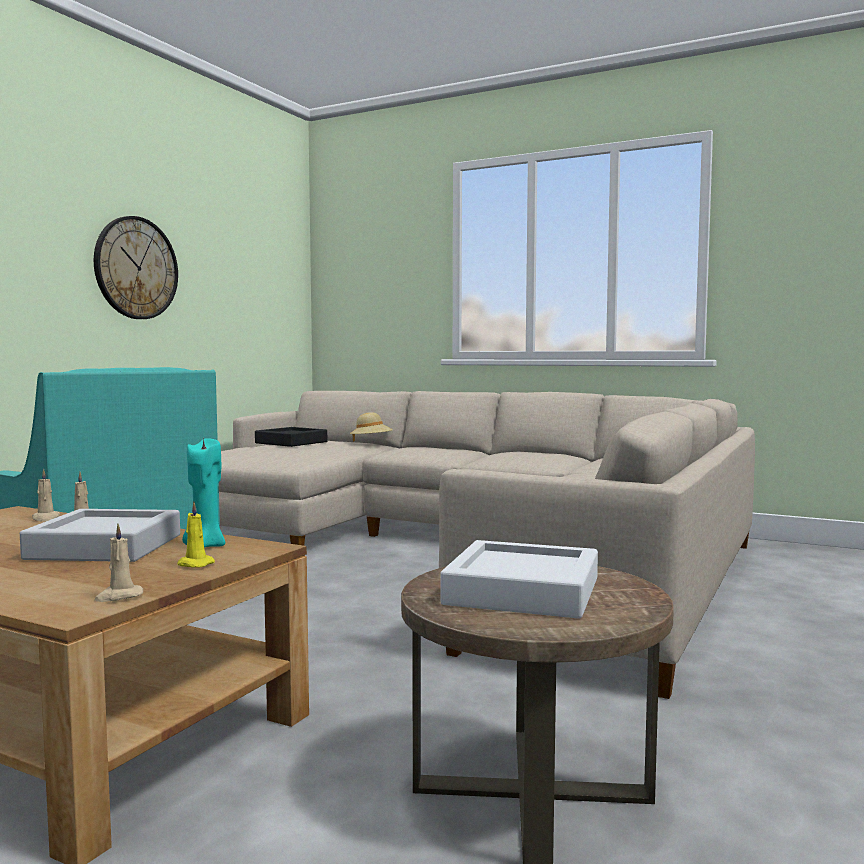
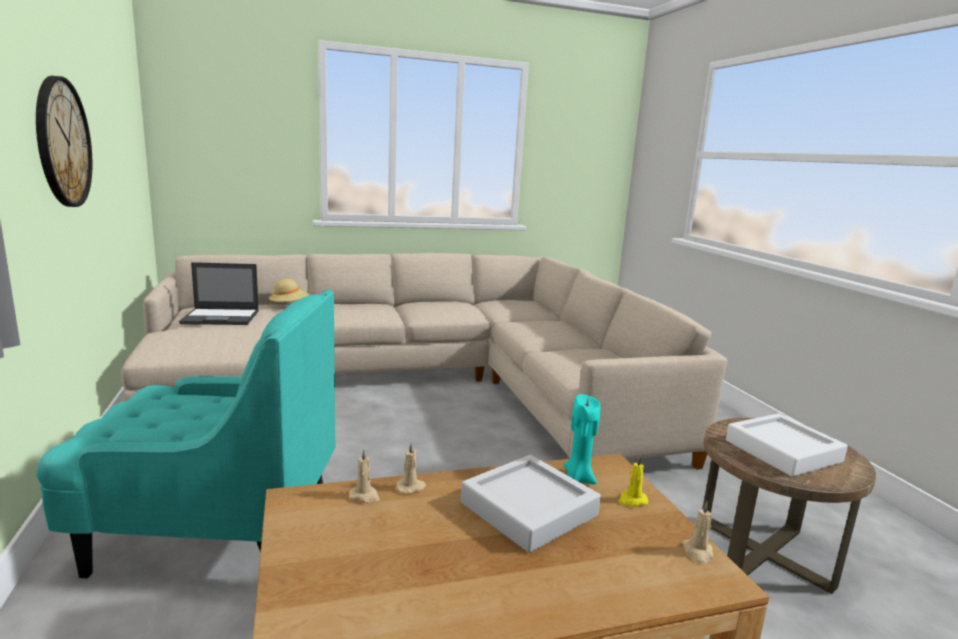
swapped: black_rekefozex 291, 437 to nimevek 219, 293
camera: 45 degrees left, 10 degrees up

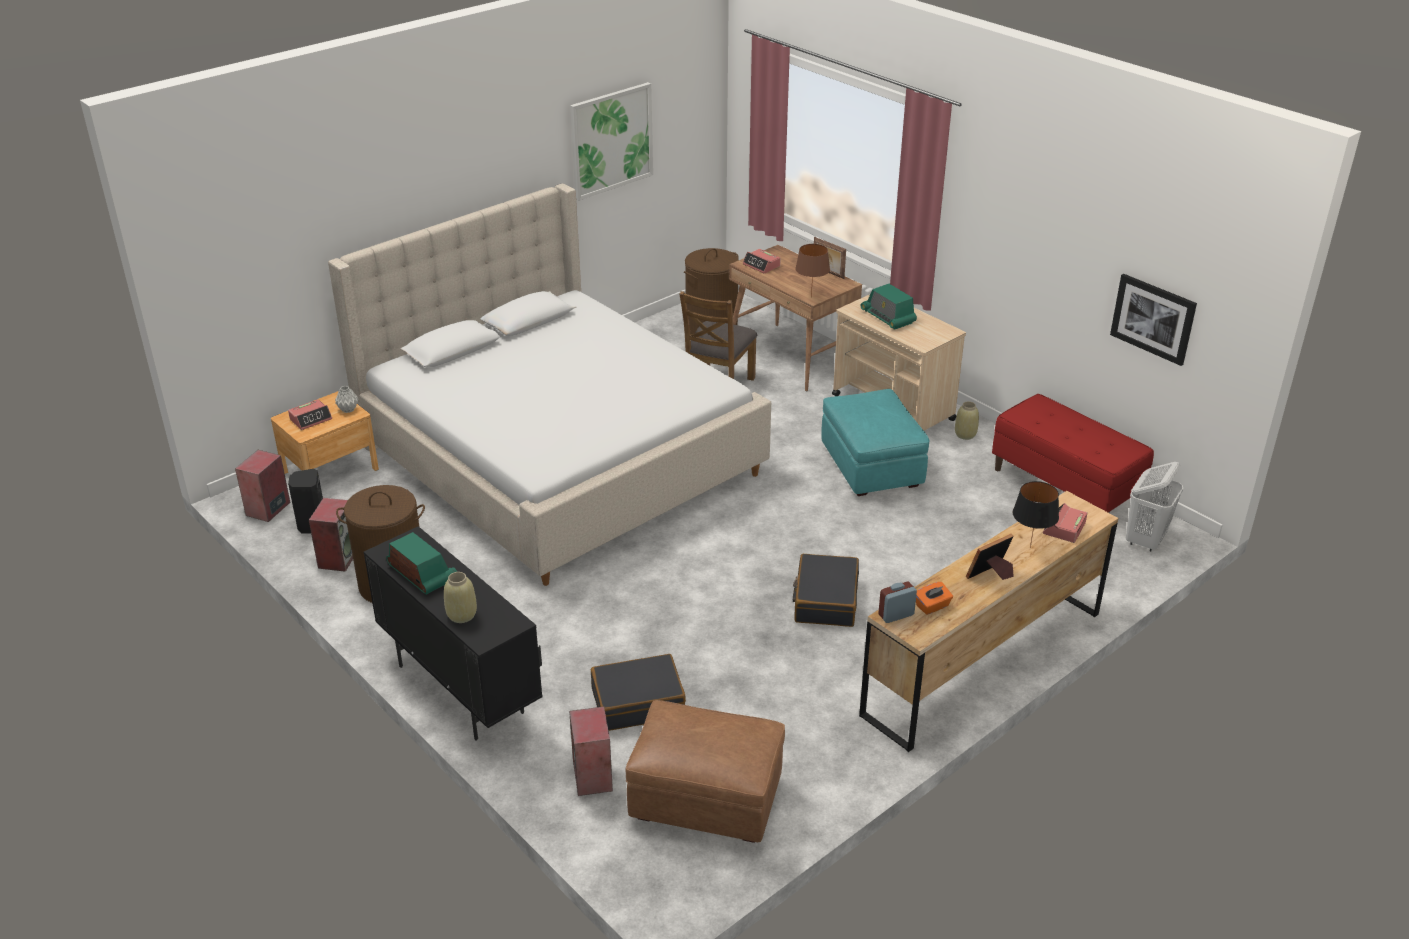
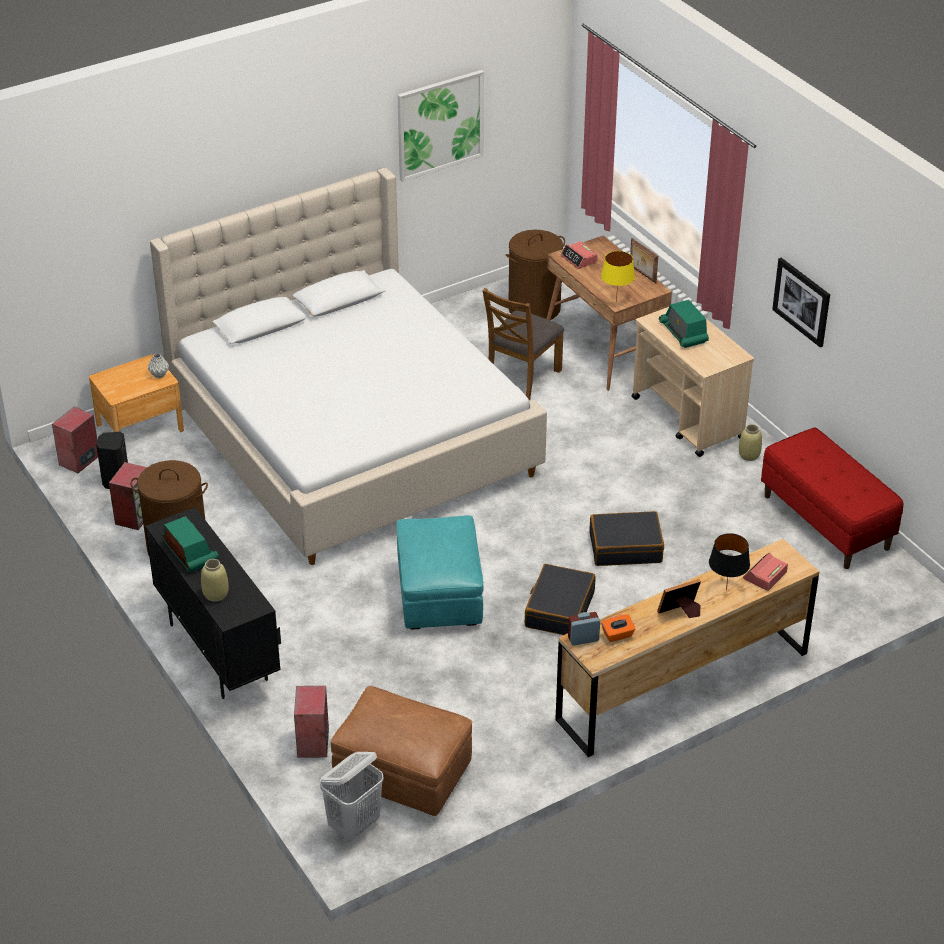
gone: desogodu 310, 414
shifted: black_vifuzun 638, 692 to 626, 538; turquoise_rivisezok 875, 442 to 439, 572; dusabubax 1153, 320 to 801, 302; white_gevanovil 1154, 506 to 352, 796
repainted: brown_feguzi 812, 270 to yellow_feguzi 618, 276
camera: 10 degrees right, 5 degrees up

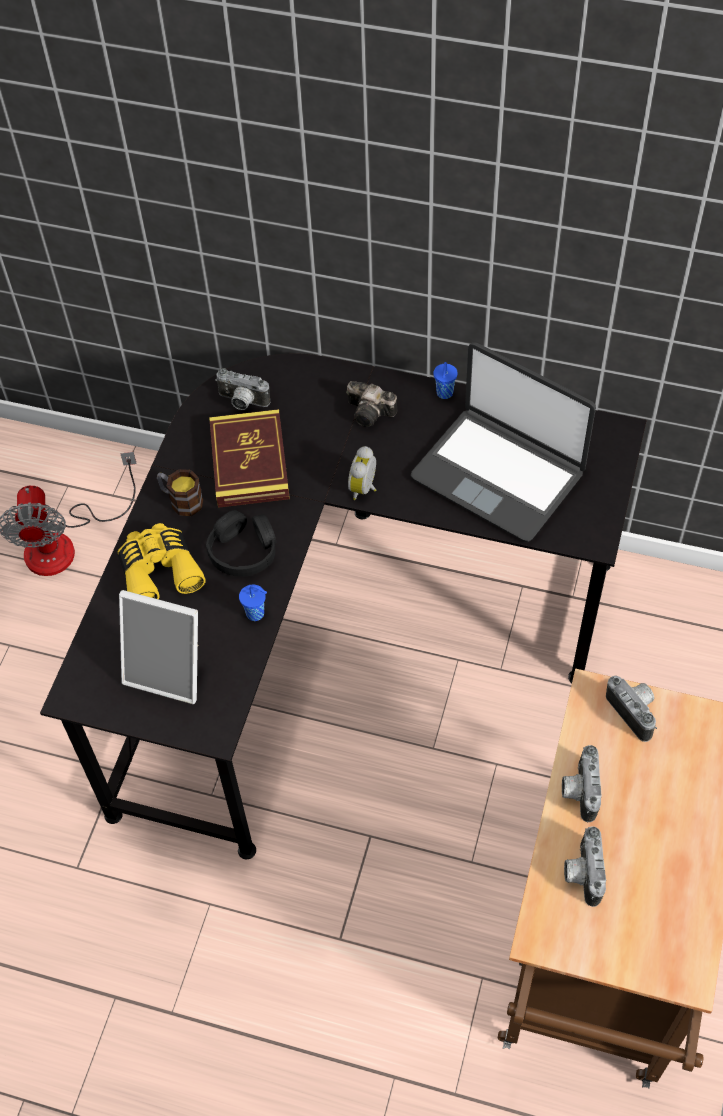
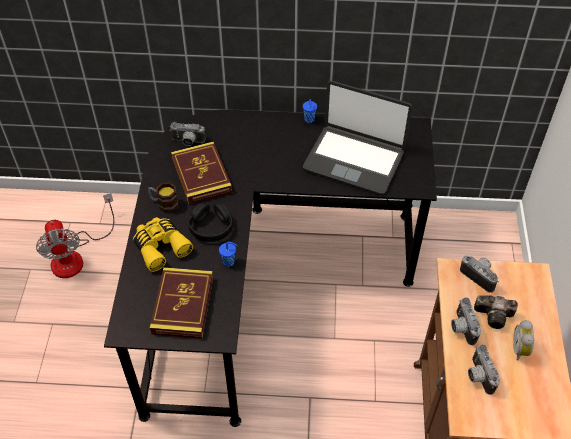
shifted: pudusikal 371, 404 to 496, 312; desogodu 362, 473 to 523, 340
swapped: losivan 158, 647 to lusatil 181, 303
camera: 15 degrees left, 5 degrees down

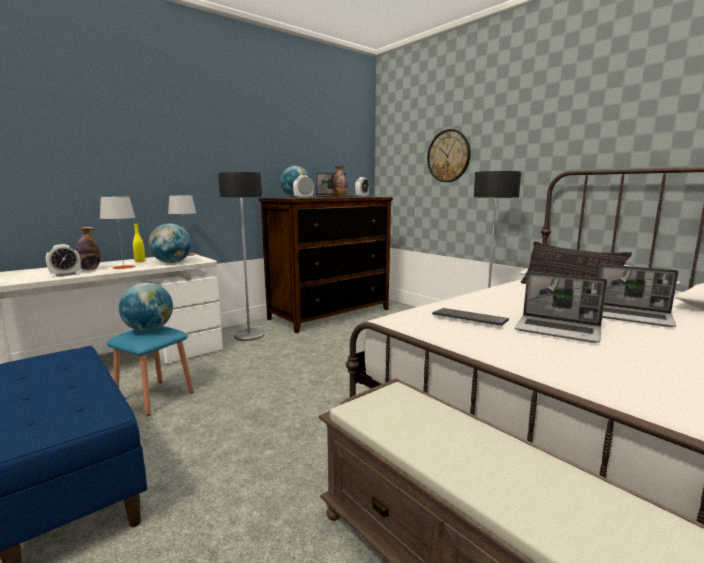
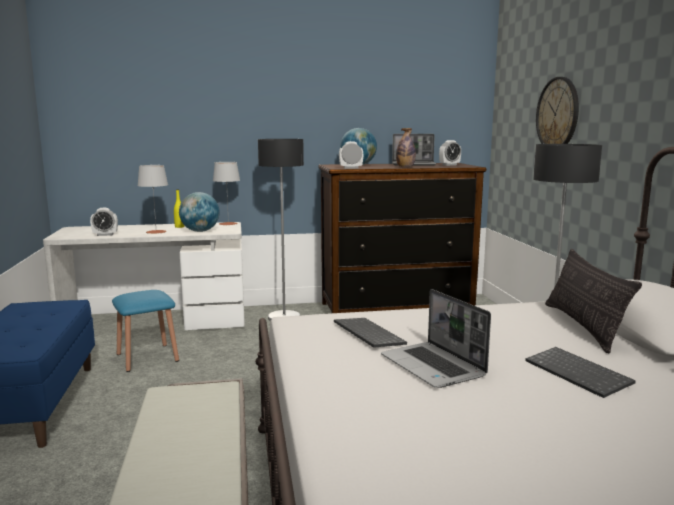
gone: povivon 87, 248; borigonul 146, 307
swapped: nimevek 638, 295 to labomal 581, 372
camera: 30 degrees right, 0 degrees up

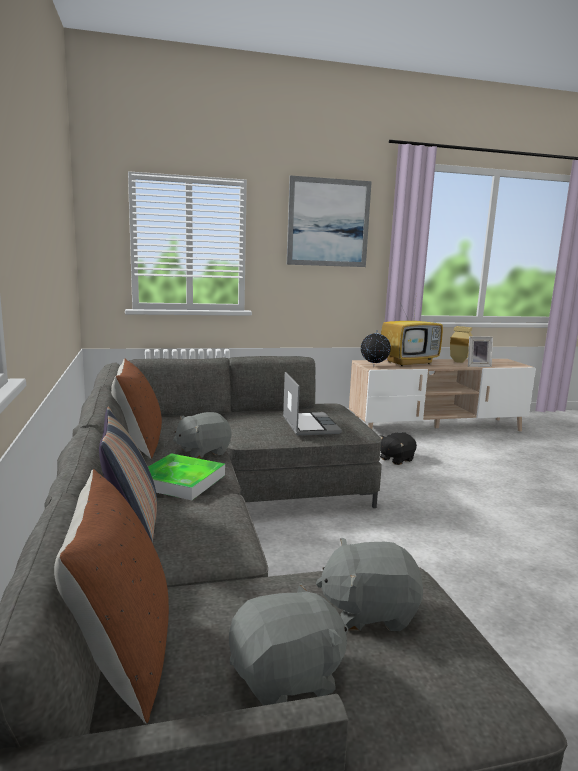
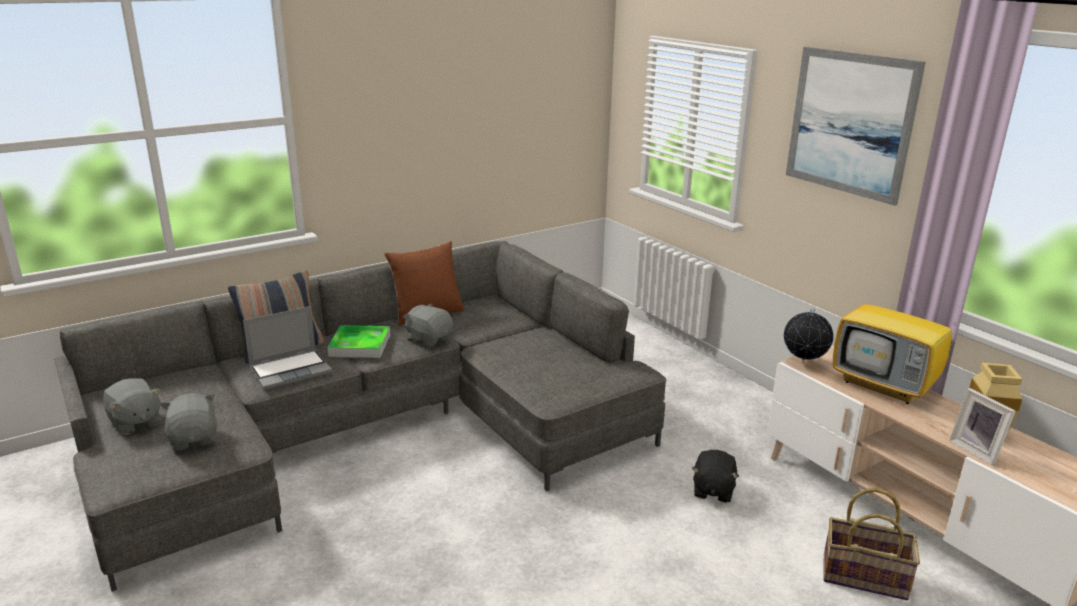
gone: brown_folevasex 111, 596
new: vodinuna 871, 544
shifted: nimevek 312, 403 to 287, 348
rotated: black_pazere 398, 448 = 715, 476 105 degrees counterclockwise
camera: 70 degrees right, 10 degrees up

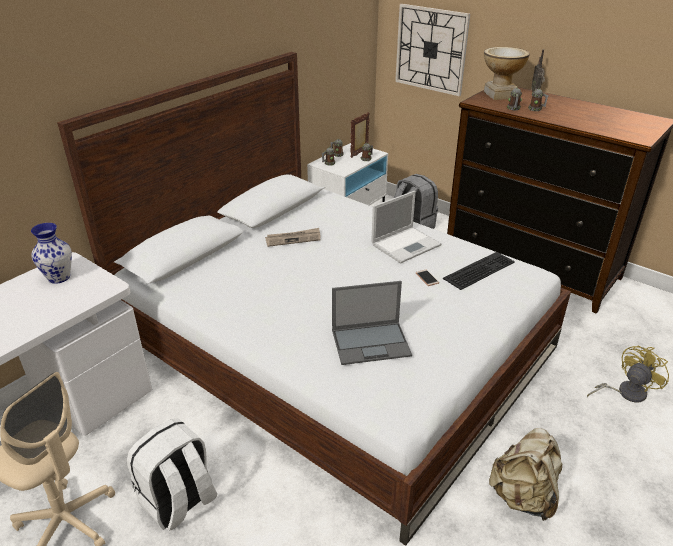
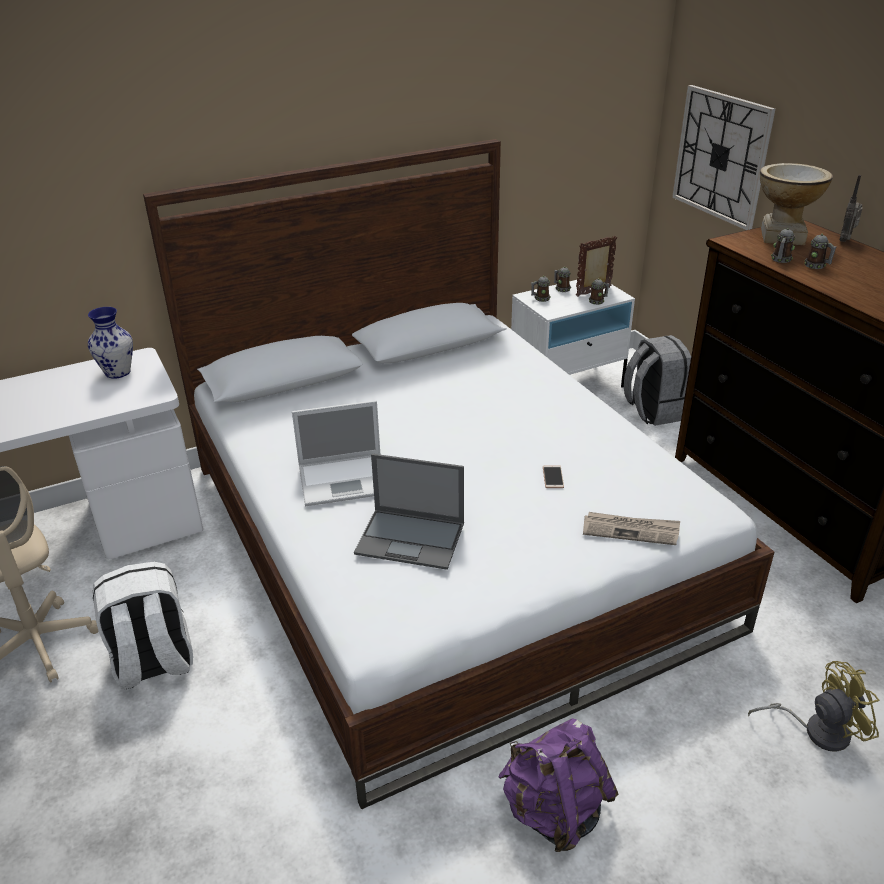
gone: labomal 479, 271
shifted: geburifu 292, 237 to 631, 528; nimevek 406, 227 to 336, 453
repainted: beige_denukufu 525, 474 to purple_denukufu 558, 785
camera: 25 degrees right, 0 degrees up

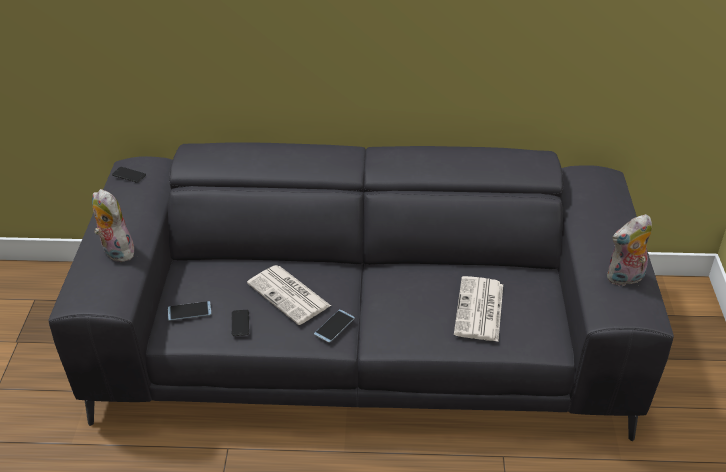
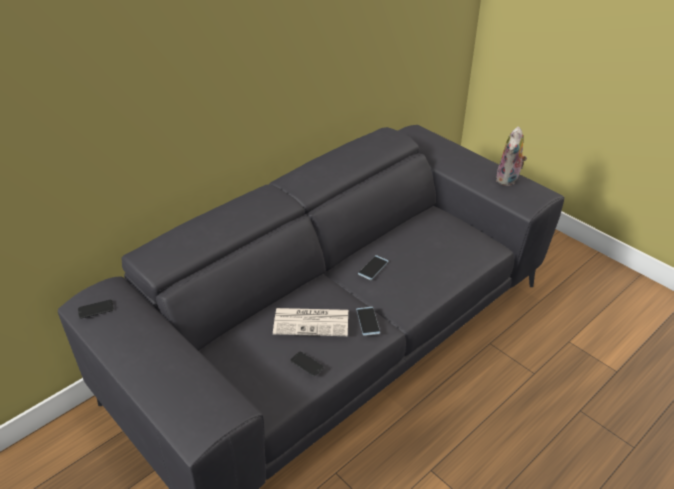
gone: pazere 113, 225; geburifu 478, 309
shifted: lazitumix 189, 311 to 373, 267
camera: 45 degrees left, 0 degrees up

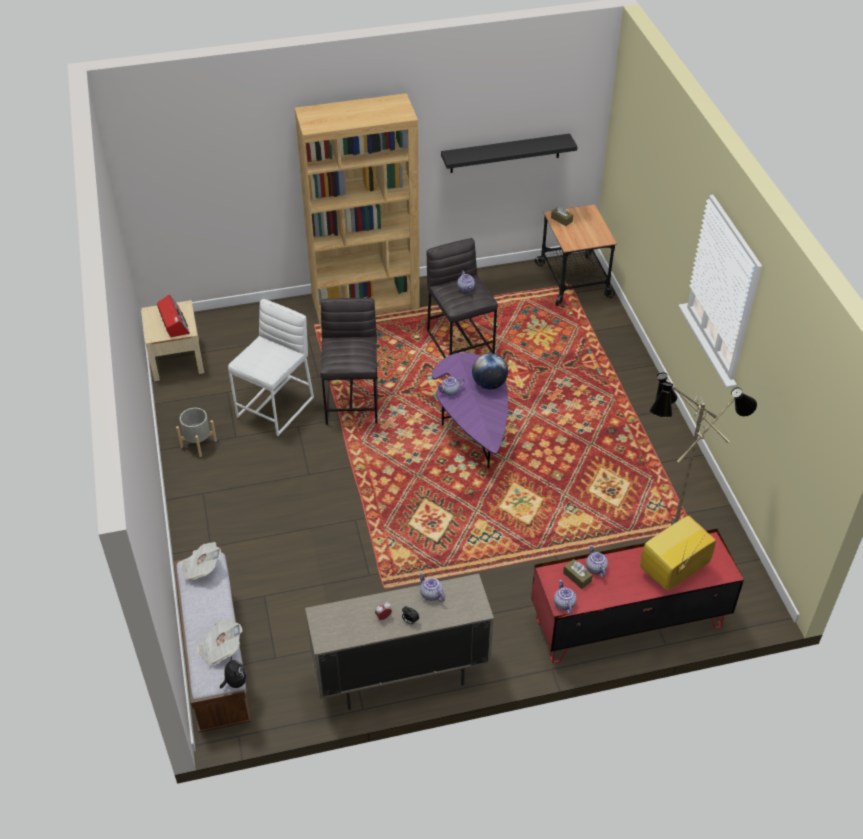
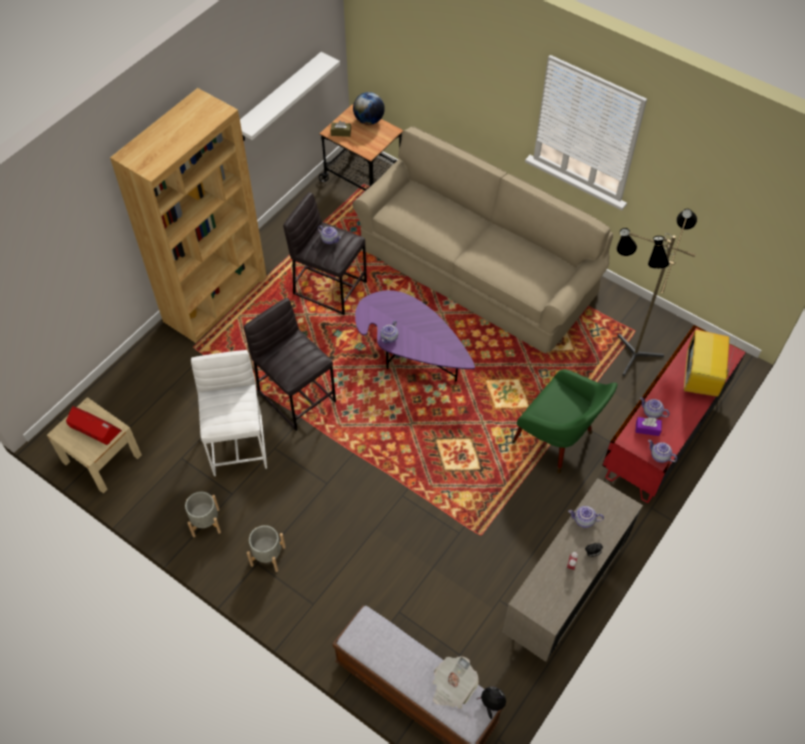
gone: geburifu 200, 561
new: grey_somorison 266, 548; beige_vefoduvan 483, 240; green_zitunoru 565, 421
shifted: borigonul 490, 371 to 369, 108
repainted: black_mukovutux 509, 153 to white_mukovutux 290, 96; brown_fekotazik 577, 574 to purple_fekotazik 648, 426
camera: 40 degrees left, 10 degrees up

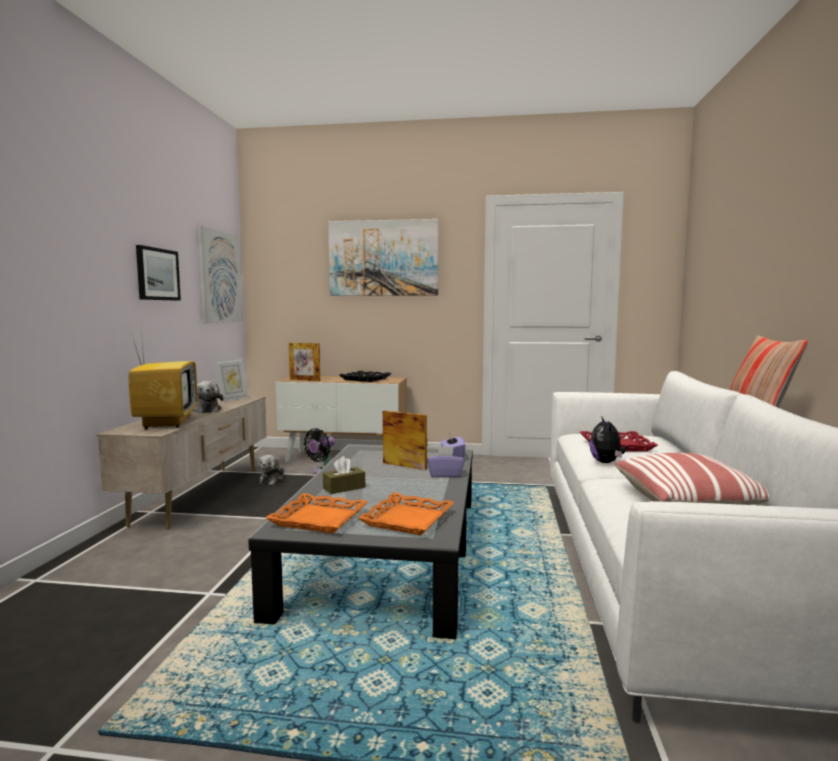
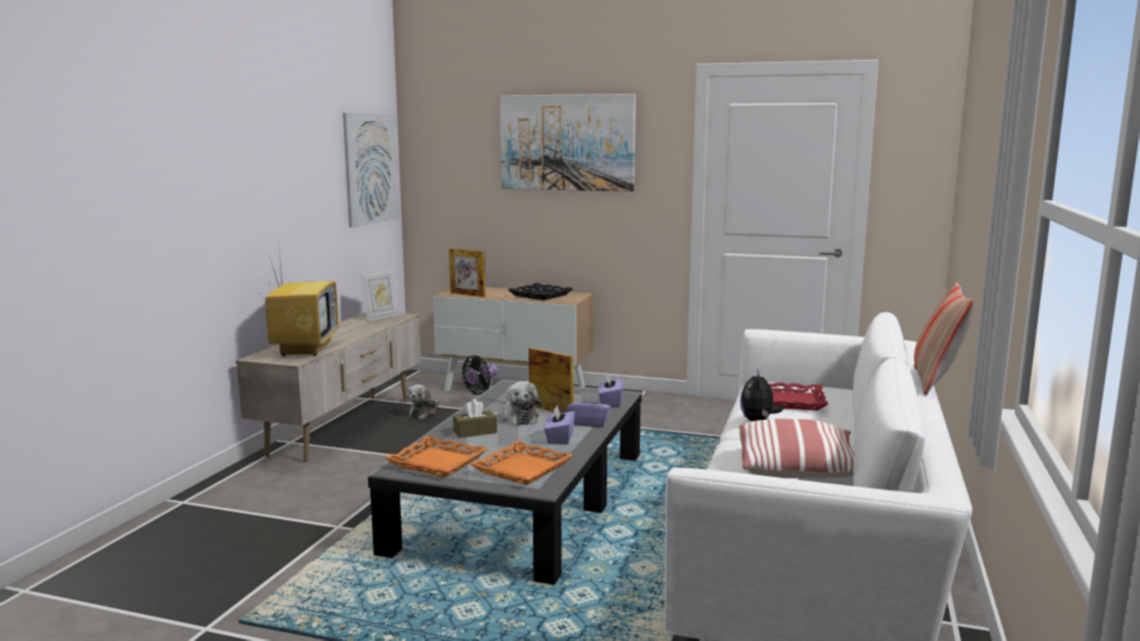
gone: dusabubax 158, 273
new: purple_fekotazik 559, 424
shifted: pazere 207, 397 to 521, 403
camera: 10 degrees right, 5 degrees up

